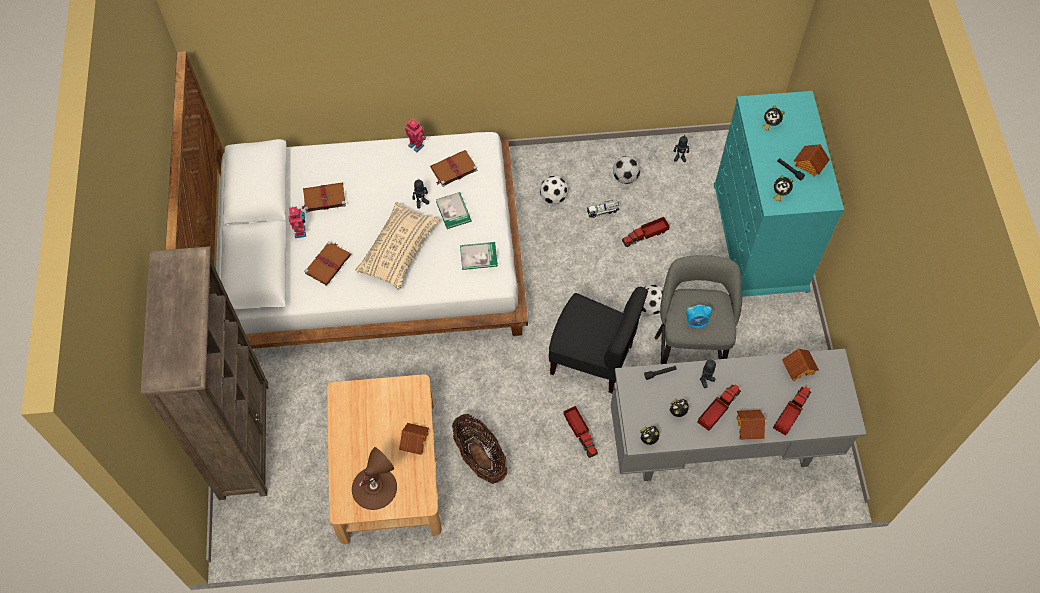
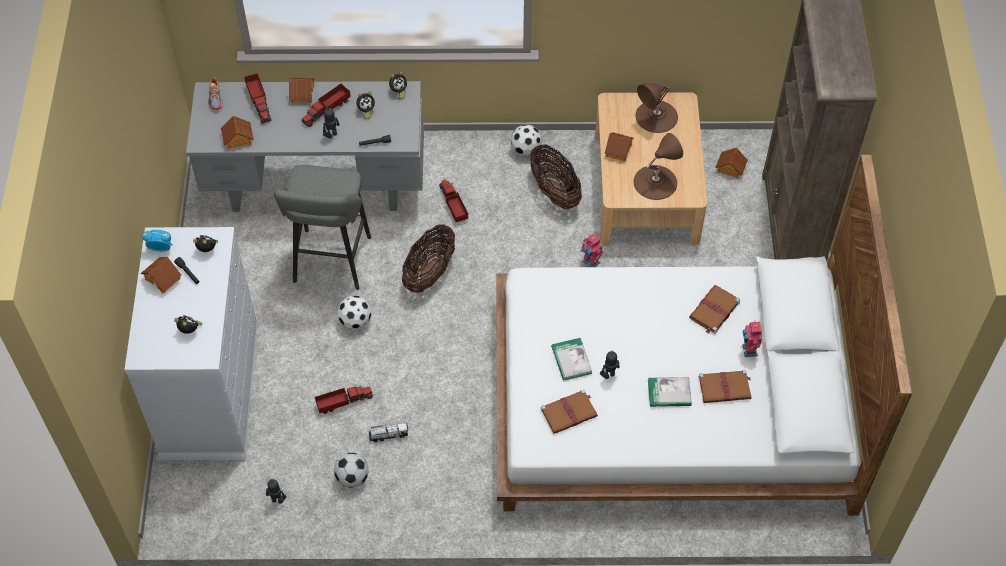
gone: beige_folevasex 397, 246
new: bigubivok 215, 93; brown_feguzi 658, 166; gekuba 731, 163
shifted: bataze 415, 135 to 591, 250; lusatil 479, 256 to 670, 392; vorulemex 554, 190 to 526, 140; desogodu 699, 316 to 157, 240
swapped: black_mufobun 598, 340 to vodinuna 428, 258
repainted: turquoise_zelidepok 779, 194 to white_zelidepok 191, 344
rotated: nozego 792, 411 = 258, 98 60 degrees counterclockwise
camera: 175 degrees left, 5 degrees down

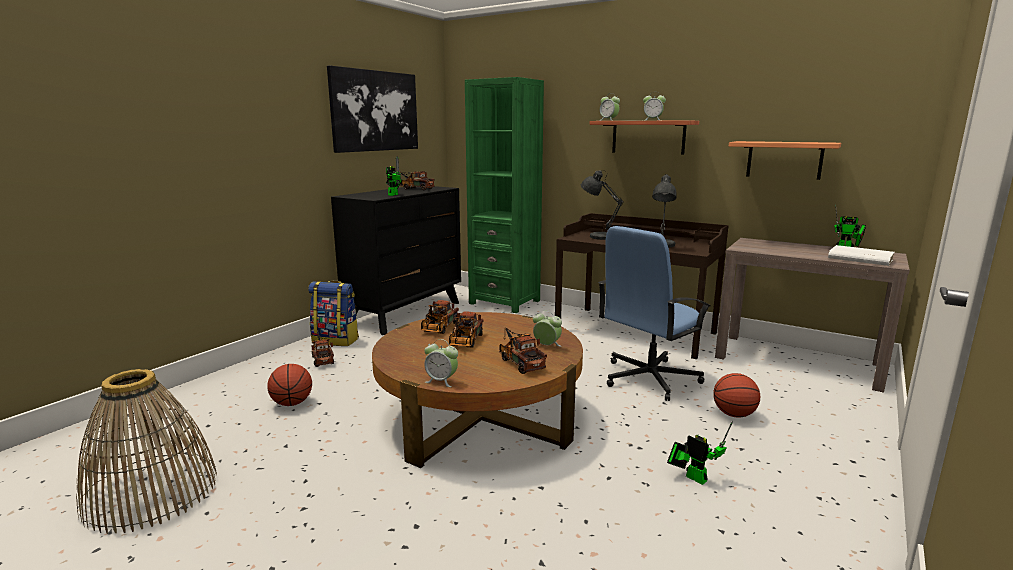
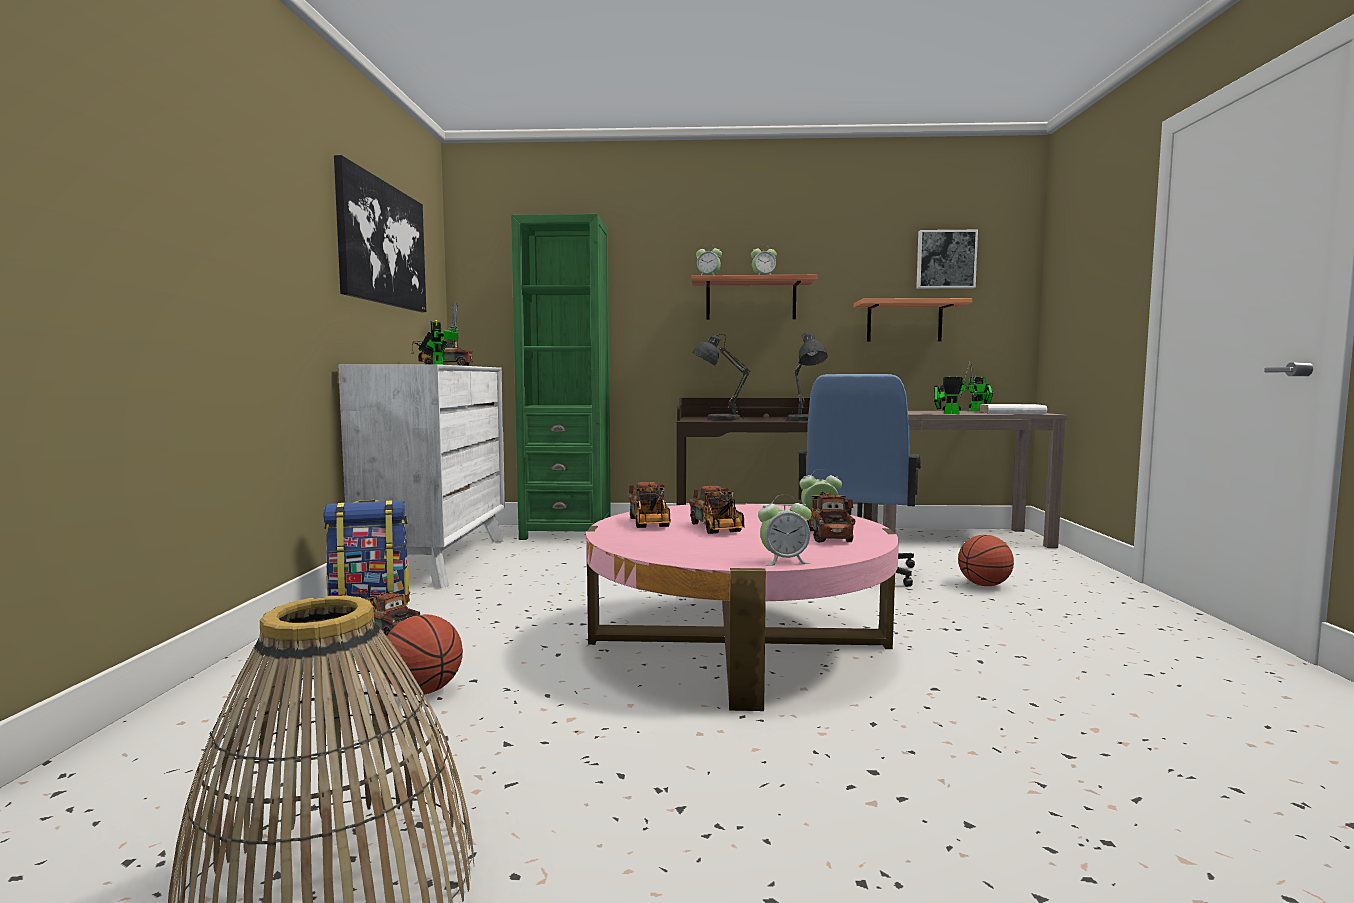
new: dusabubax 947, 259
shifted: bataze 700, 452 to 952, 387
repainted: black_zelidepok 396, 260 to white_zelidepok 421, 476; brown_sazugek 477, 390 to pink_sazugek 742, 607
rotated: nozego 523, 350 = 831, 516 60 degrees clockwise
camera: 30 degrees left, 10 degrees down

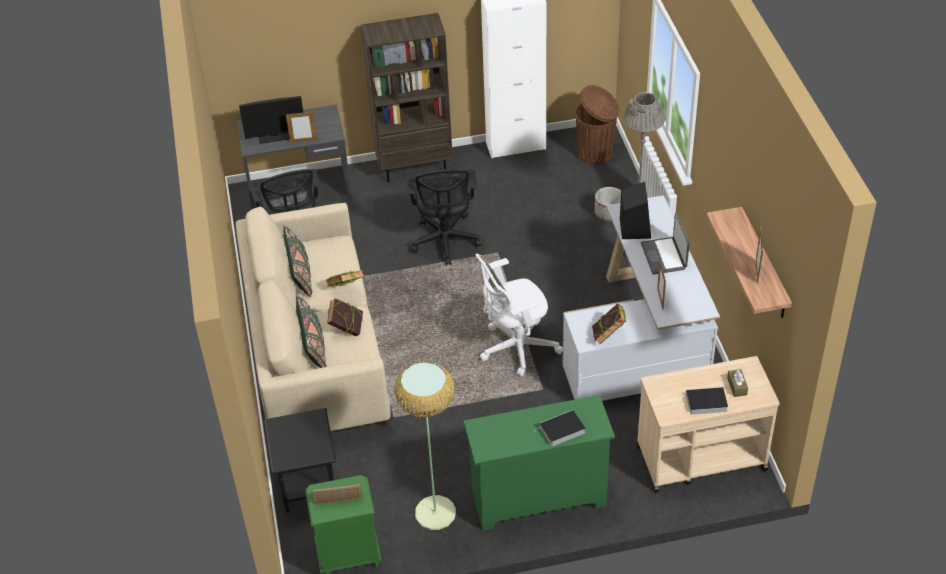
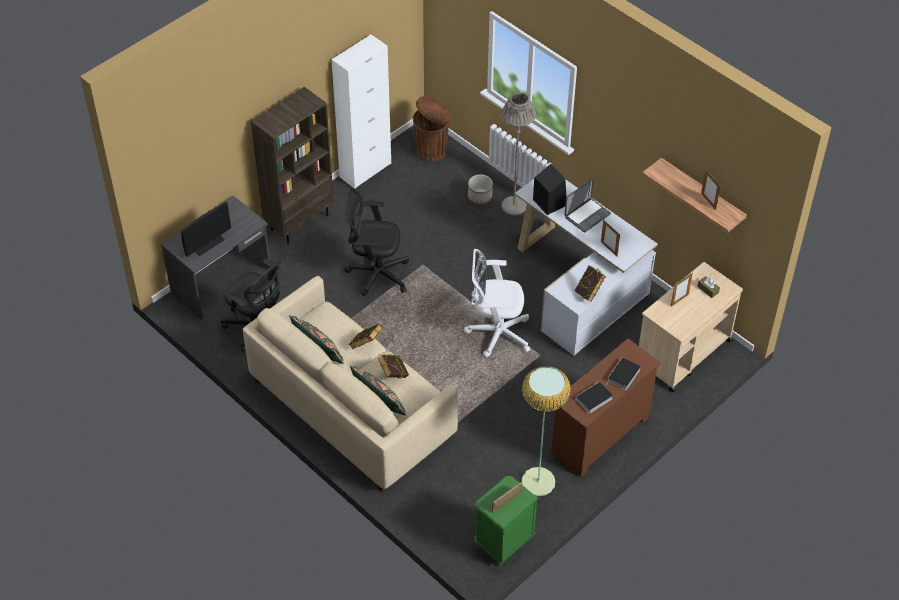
gone: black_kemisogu 300, 460
shifted: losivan 301, 127 to 681, 289; lusatil 703, 401 to 592, 398
repainted: green_zelidepok 539, 463 to brown_zelidepok 606, 408
rotated: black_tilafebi 444, 217 = 377, 242 135 degrees clockwise; white_tilafebi 519, 315 = 497, 303 60 degrees clockwise; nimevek 665, 243 = 587, 206 90 degrees counterclockwise
camera: 35 degrees left, 5 degrees up

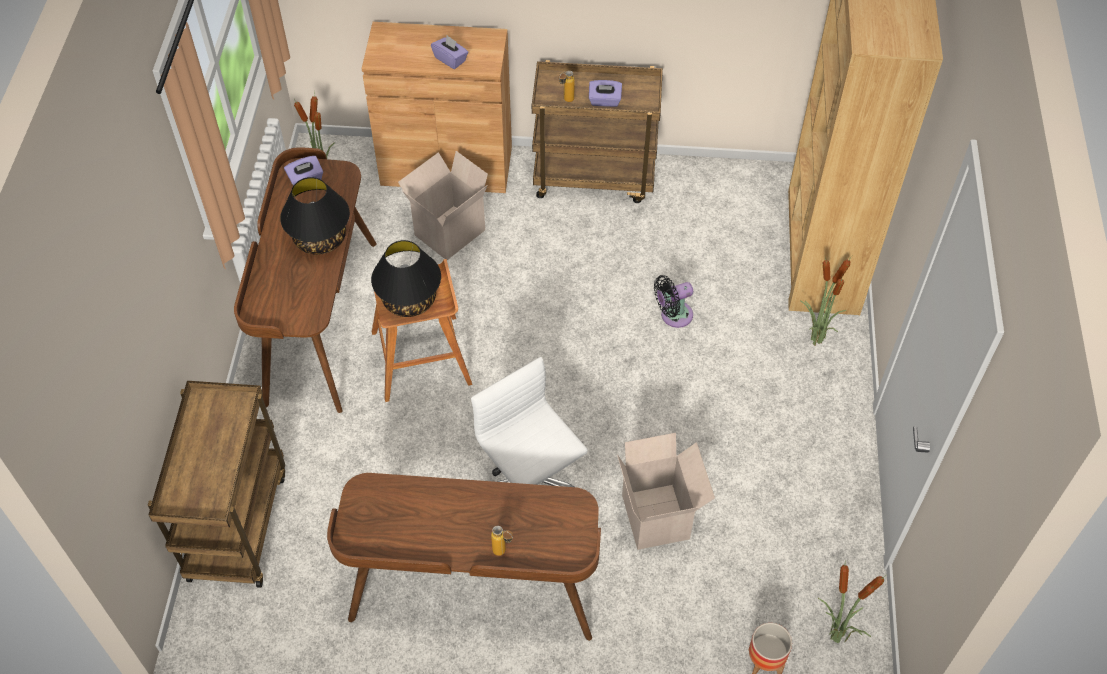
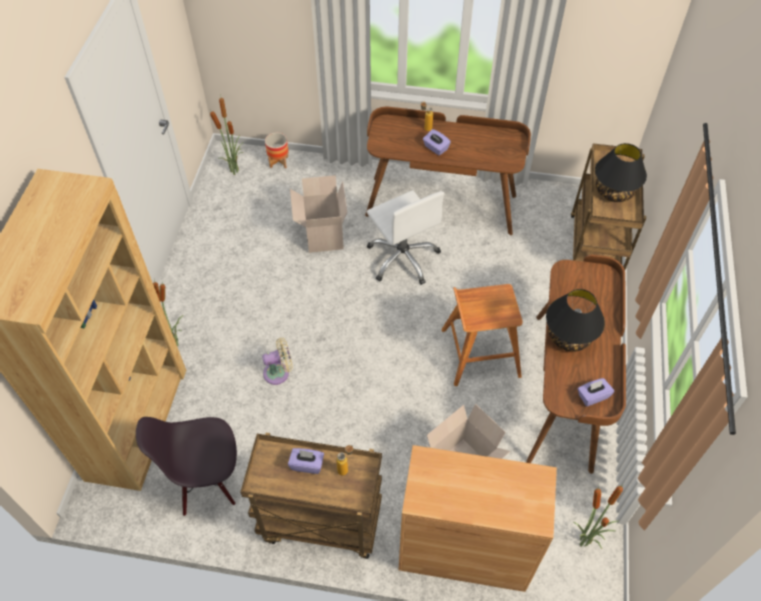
new: black_mufobun 186, 466
shifted: black_feguzi 406, 278 to 621, 172; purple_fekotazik 449, 52 to 437, 142
repainted: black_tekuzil 673, 301 to beige_tekuzil 277, 361
camera: 175 degrees left, 0 degrees up

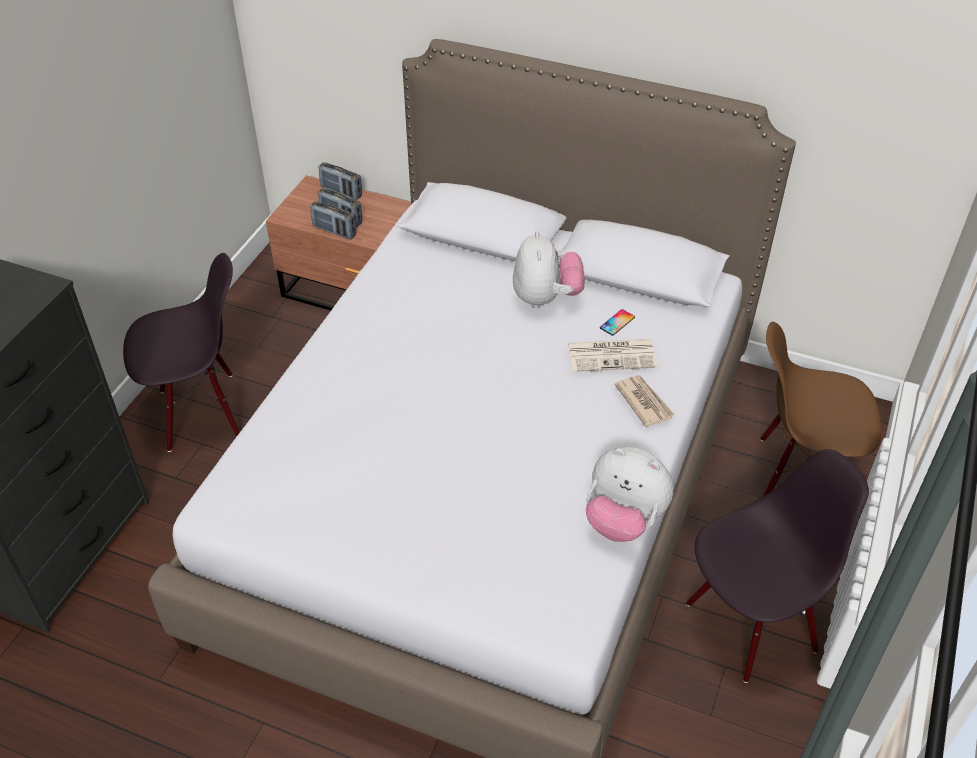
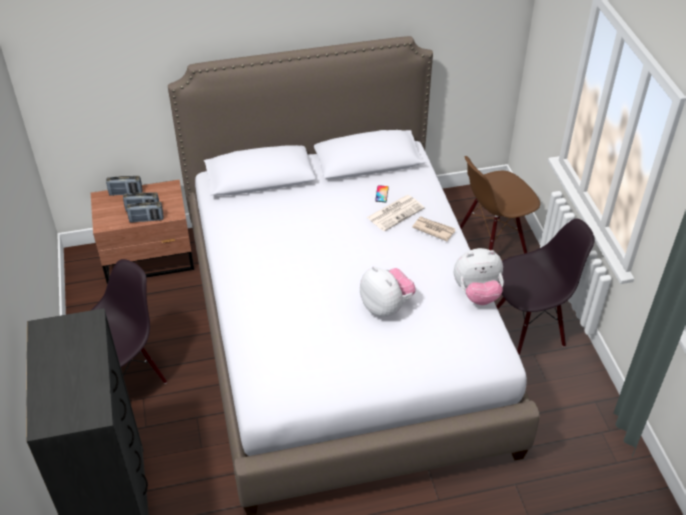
shifted: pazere 549, 269 to 388, 291
rotated: black_mufobun 777, 566 = 545, 287 45 degrees clockwise
camera: 35 degrees left, 0 degrees up

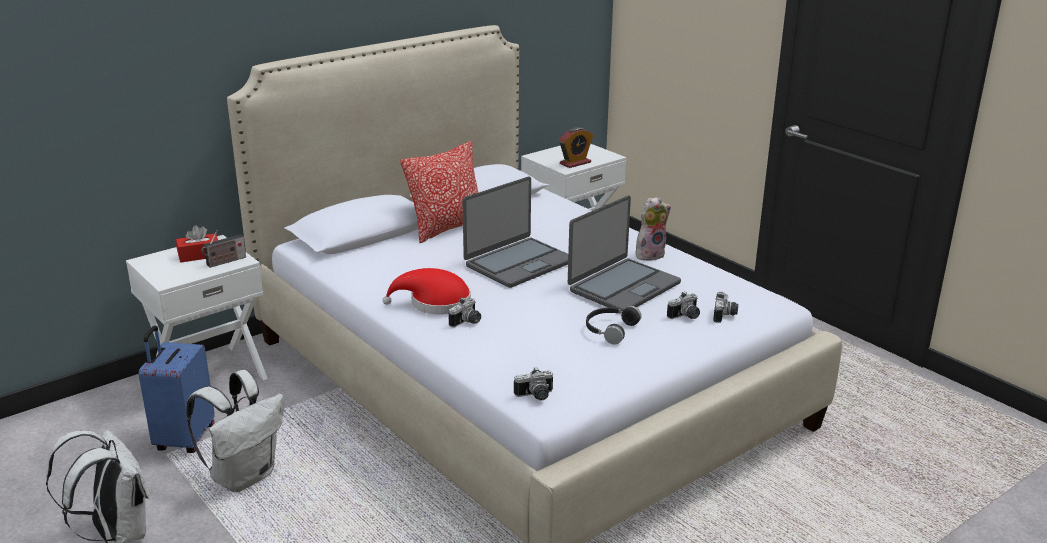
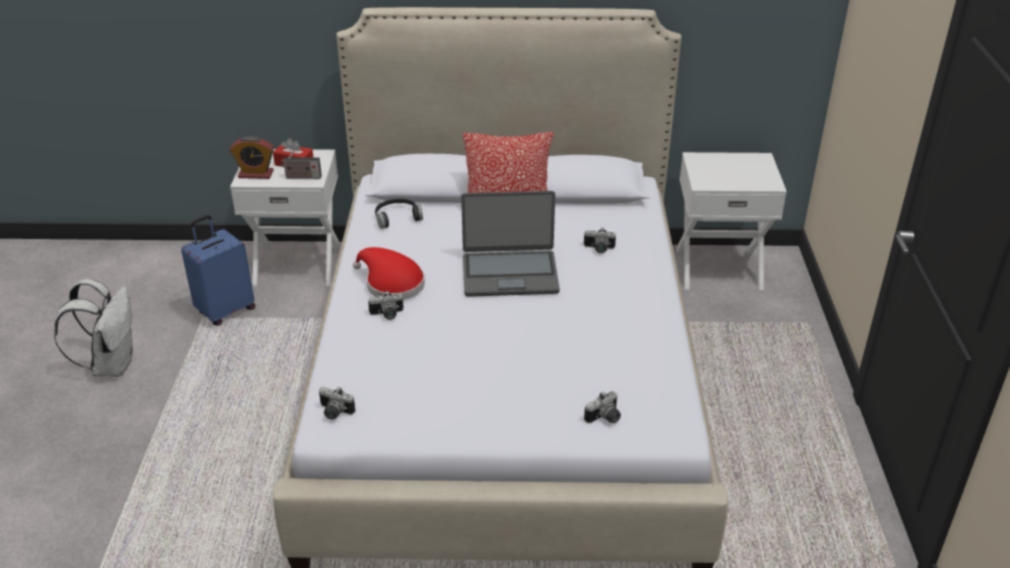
gone: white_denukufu 235, 431; nimevek 624, 253; pazere 653, 228
shifted: desogodu 576, 147 to 252, 157; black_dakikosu 614, 325 to 399, 213; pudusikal 683, 305 to 600, 240
camera: 40 degrees right, 10 degrees up

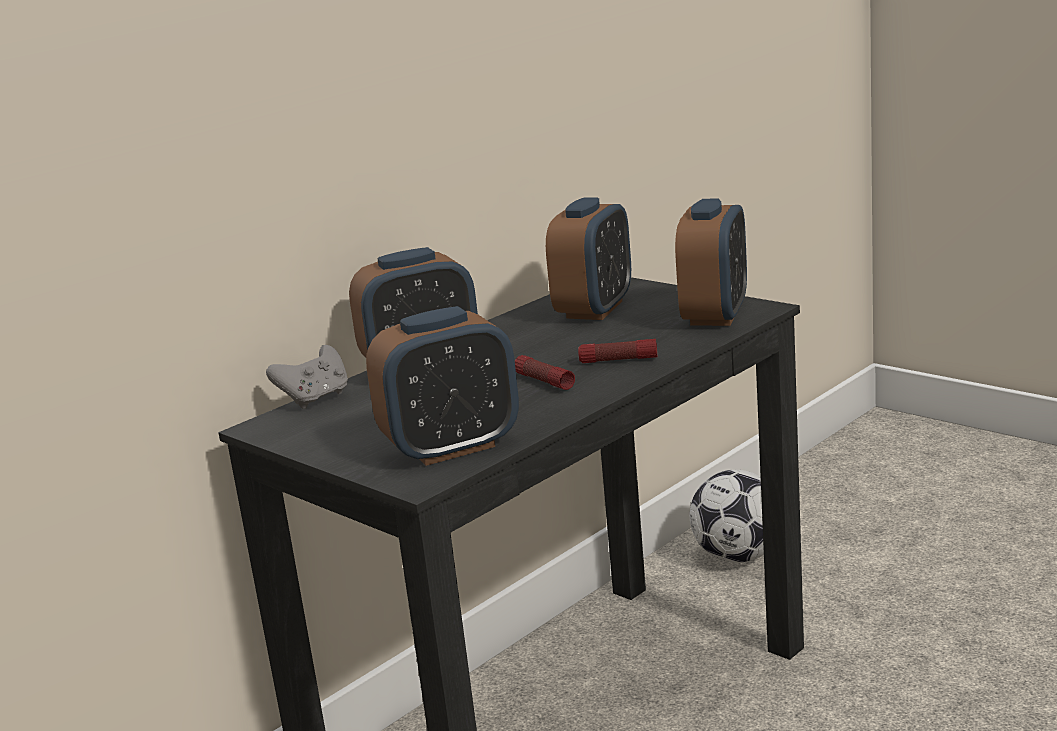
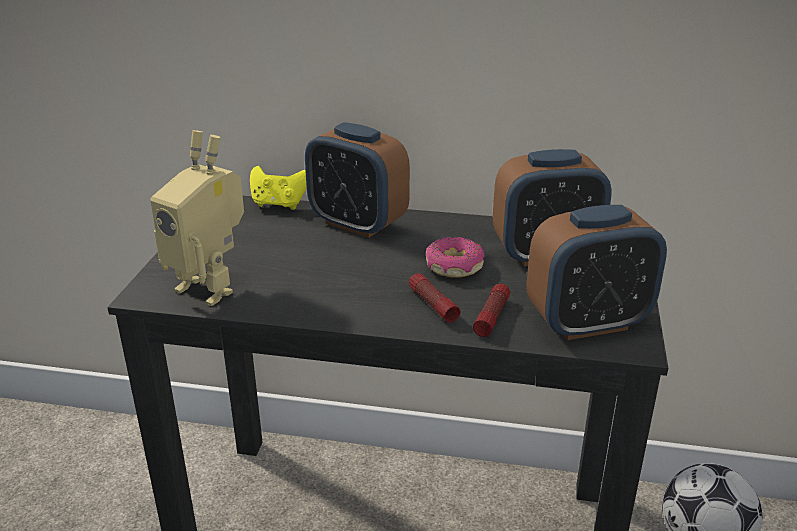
new: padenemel 455, 257
shifted: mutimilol 545, 372 to 491, 310
swapped: desogodu 442, 386 to bataze 197, 218
repainted: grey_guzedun 307, 377 to yellow_guzedun 278, 188
camera: 55 degrees right, 10 degrees up

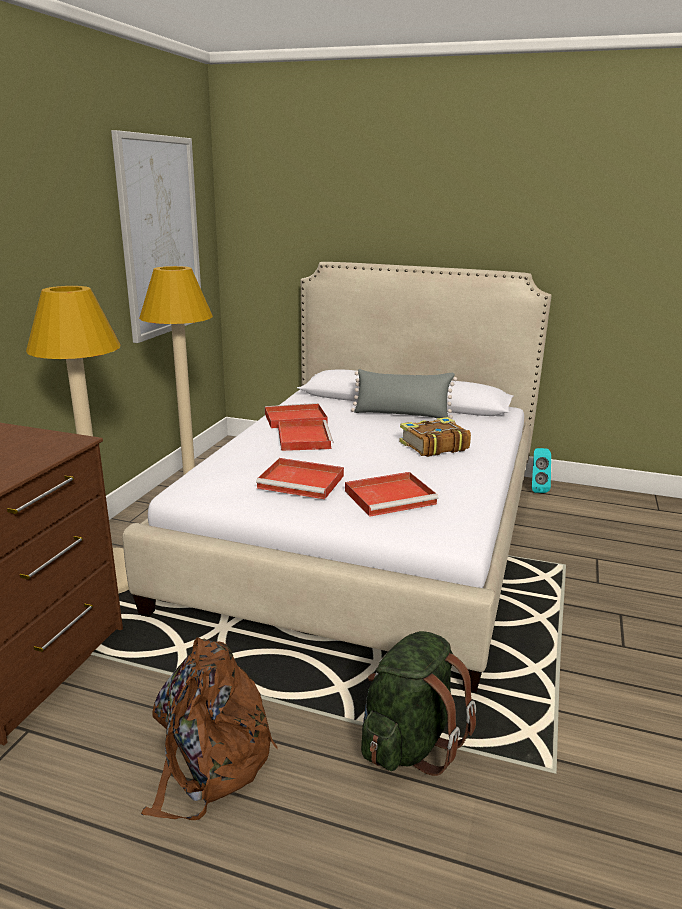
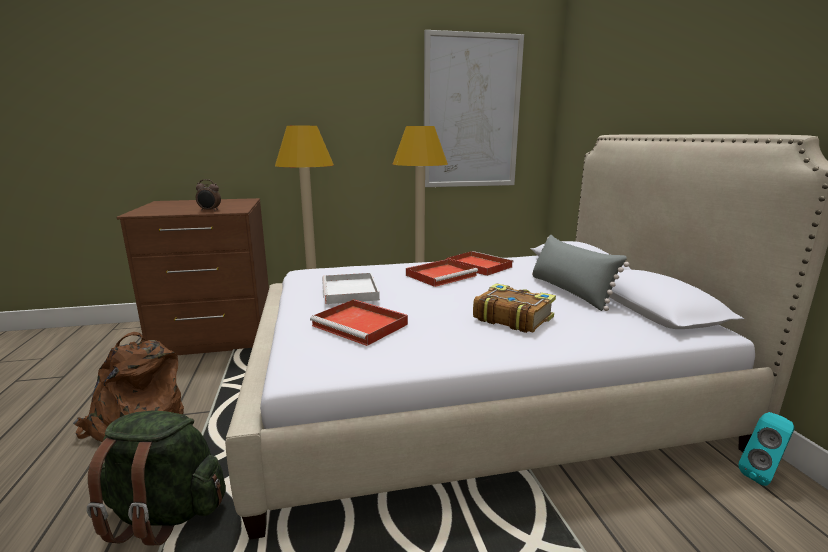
new: desogodu 208, 195
repainted: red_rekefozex 300, 478 to white_rekefozex 351, 288
camera: 60 degrees right, 5 degrees down

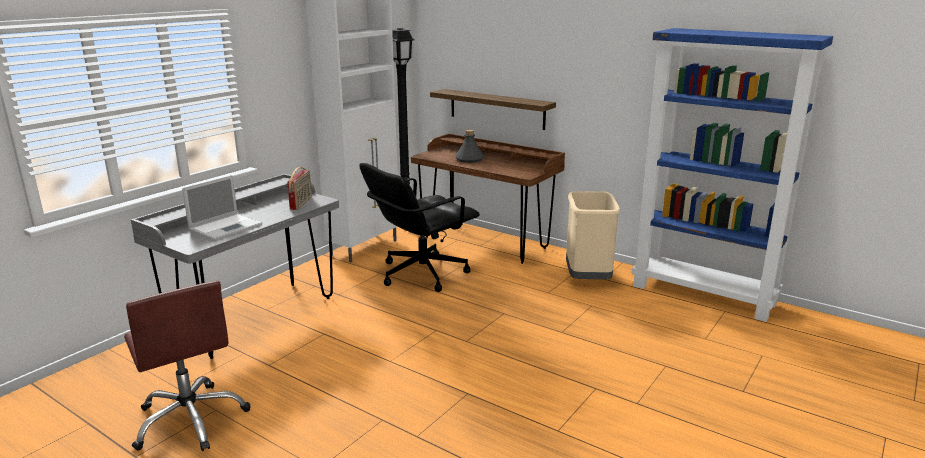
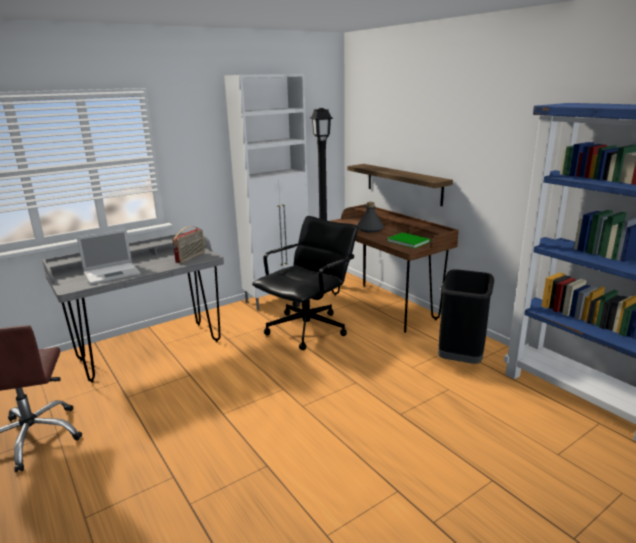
new: green_lusatil 409, 240
repainted: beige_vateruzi 593, 235 to black_vateruzi 466, 316
rotated: black_tilafebi 419, 227 = 305, 283 150 degrees clockwise
camera: 20 degrees right, 0 degrees up

